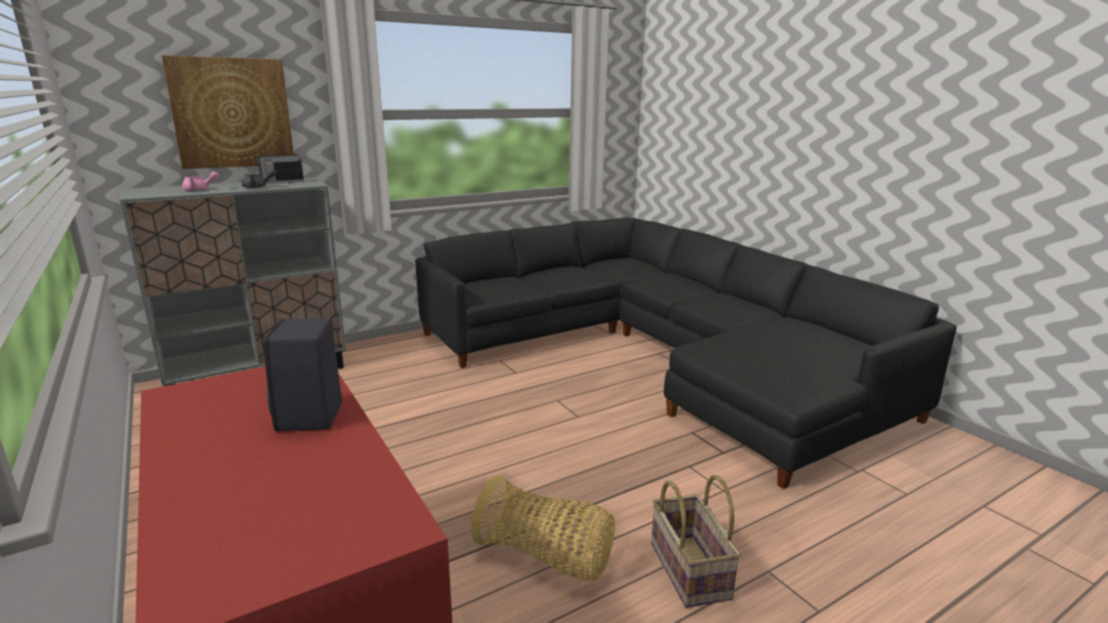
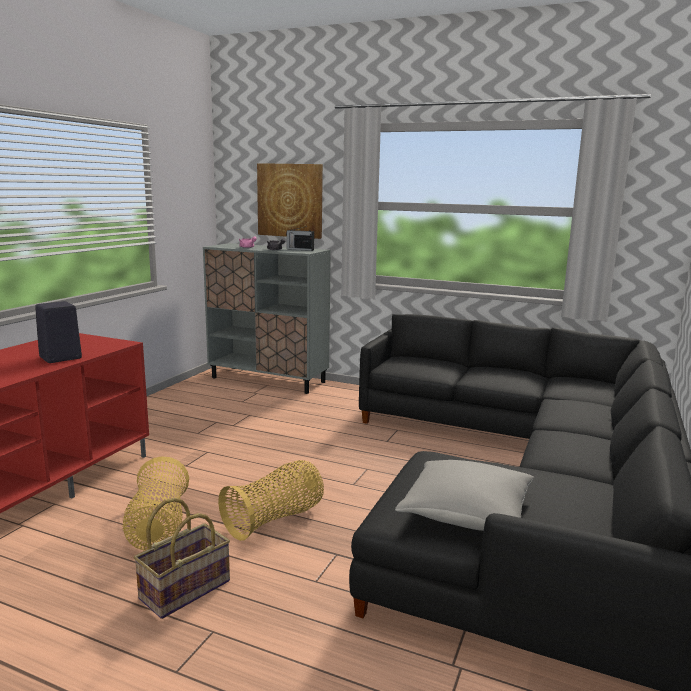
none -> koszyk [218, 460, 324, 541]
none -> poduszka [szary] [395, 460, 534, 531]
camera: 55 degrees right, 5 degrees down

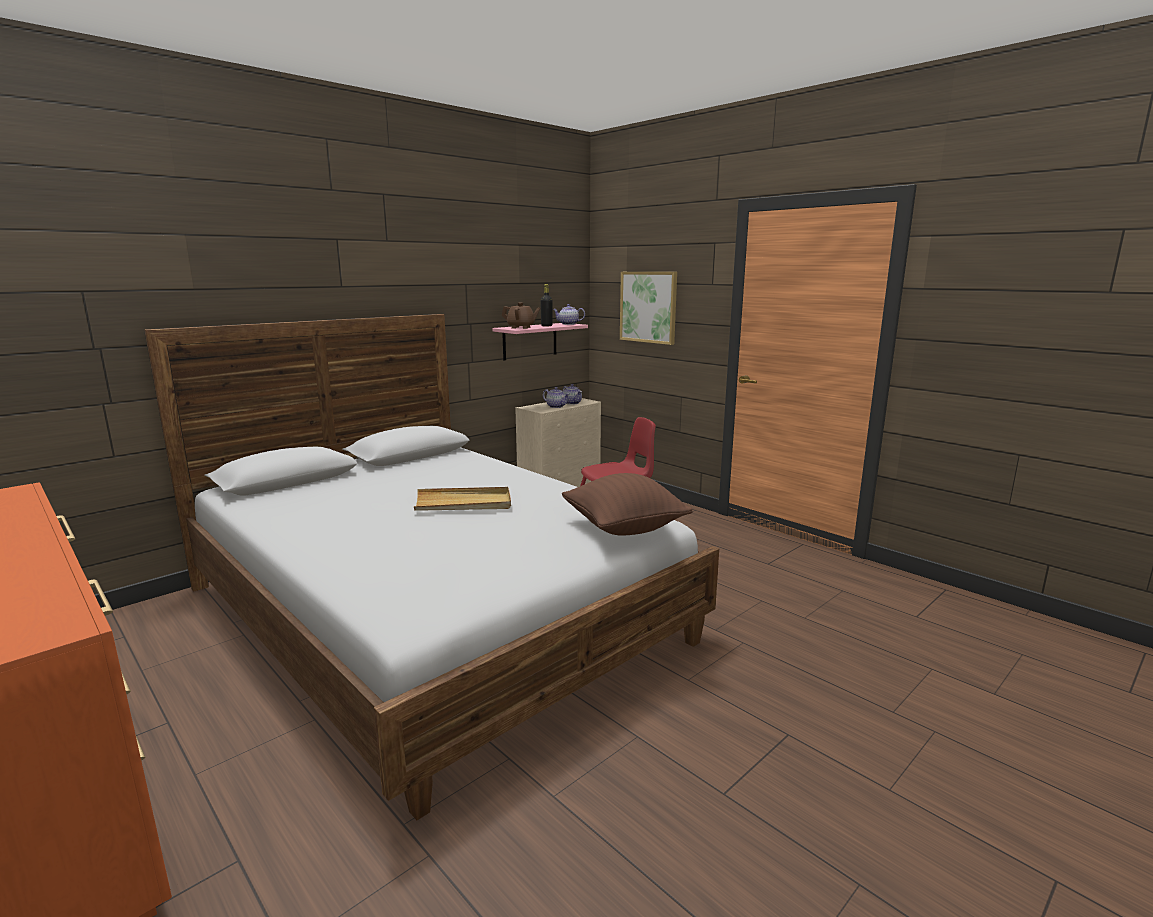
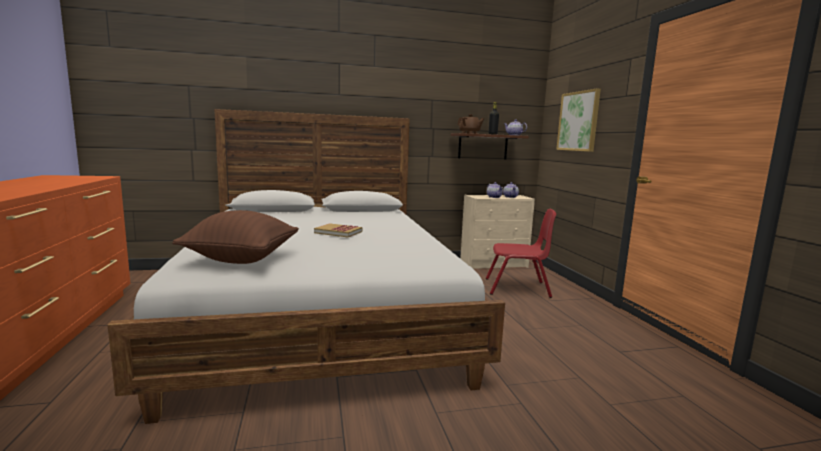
poduszka [brązowy] [562, 473, 692, 536] -> poduszka [brązowy] [172, 210, 299, 264], shifted
taca [beżowy] [414, 487, 511, 511] -> książka [314, 223, 362, 237]
półka [różowy] [492, 323, 588, 360] -> półka [brązowy] [451, 133, 529, 160]
camera: 30 degrees right, 5 degrees down

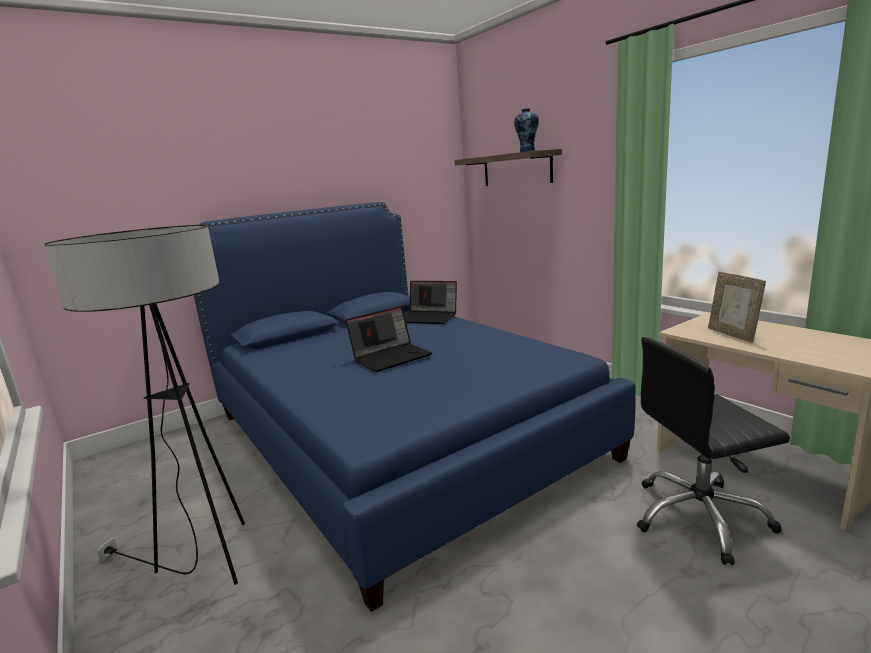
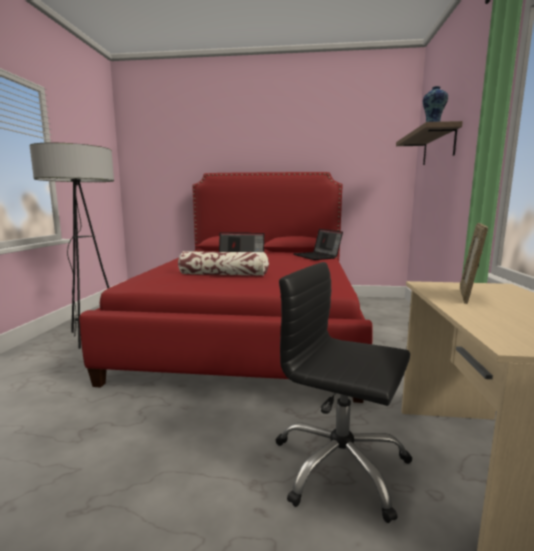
łóżko [niebieski] [194, 202, 636, 612] -> łóżko [czerwony] [79, 172, 373, 403]
none -> poduszka [178, 251, 269, 276]
camera: 40 degrees right, 5 degrees down

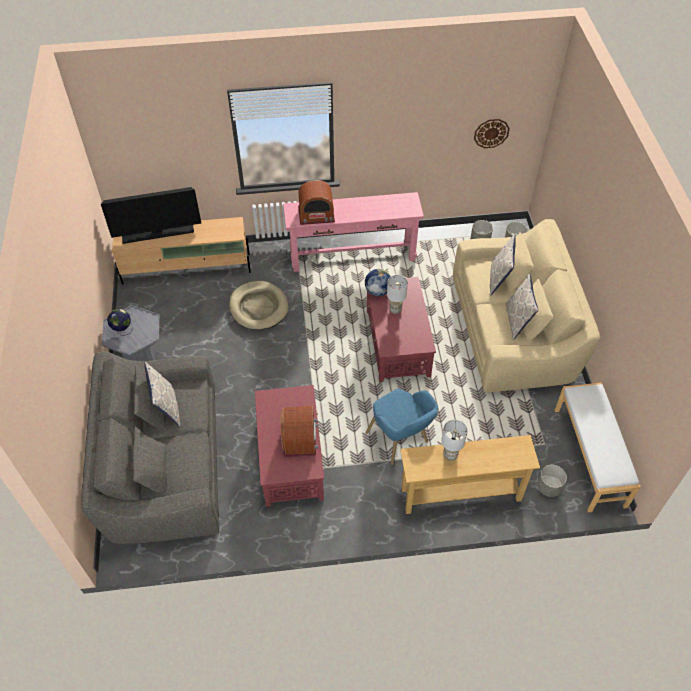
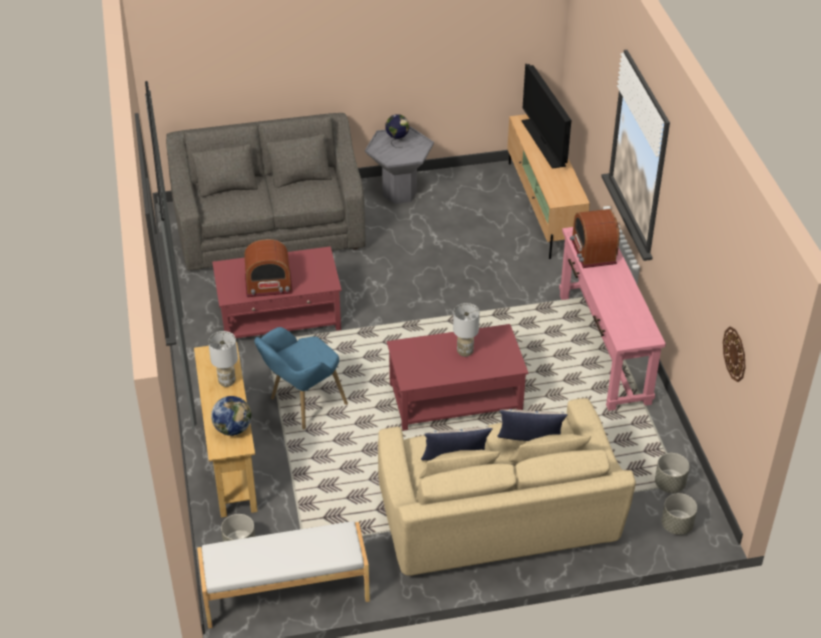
globus [365, 269, 391, 296] -> globus [211, 396, 252, 436], shifted
poduszka [144, 362, 180, 427] -> none
legowisko [beżowy] [229, 281, 289, 330] -> none
camera: 85 degrees right, 10 degrees down

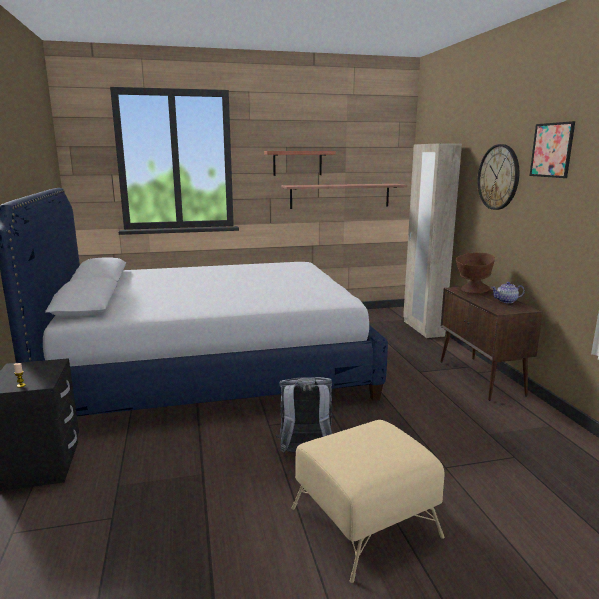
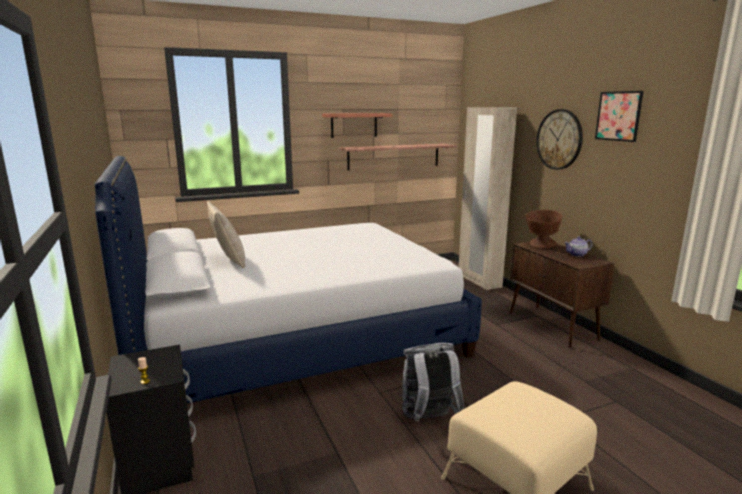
none -> poduszka [beżowy] [207, 201, 245, 268]
camera: 10 degrees left, 0 degrees up

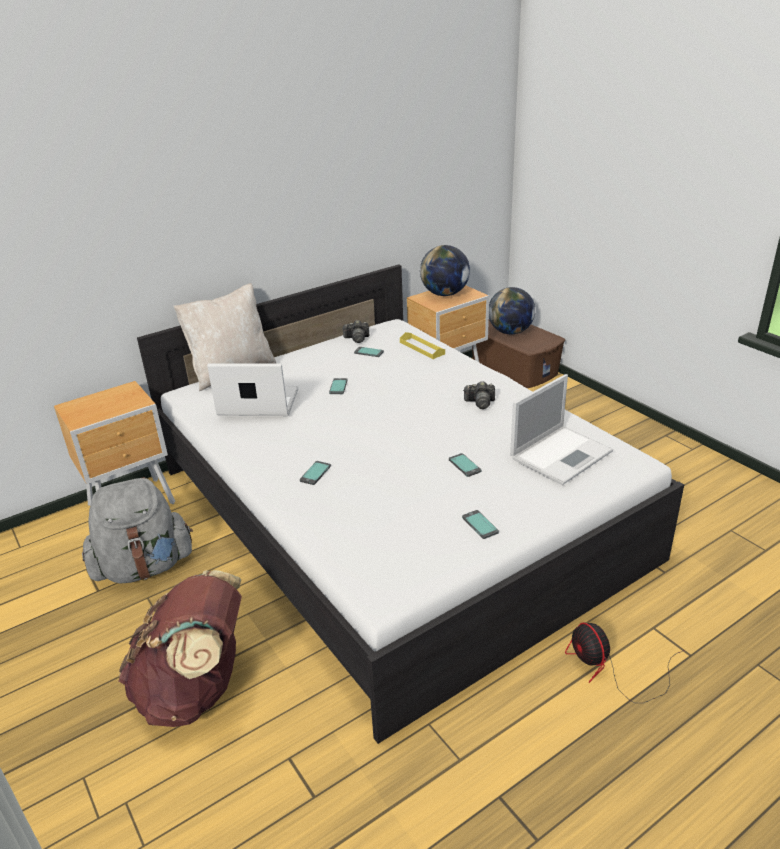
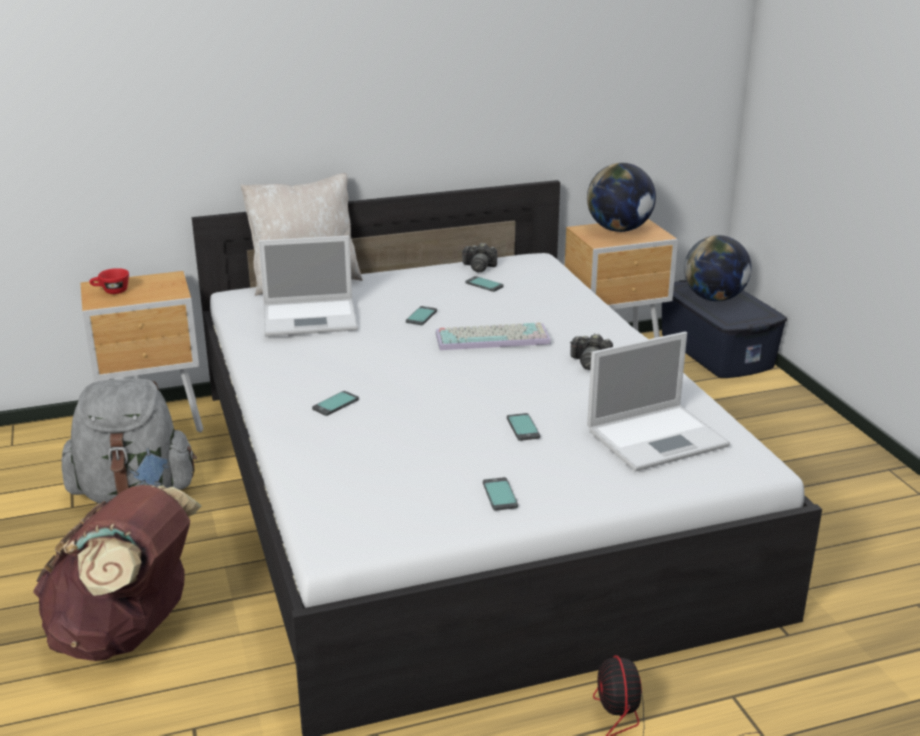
none -> filiżanka [czerwony] [89, 268, 129, 294]
laptop [207, 364, 298, 416] -> laptop [258, 236, 358, 337], 150 degrees clockwise
none -> klawiatura [435, 322, 551, 350]
pojemnik do przechowywania [brązowy] [472, 320, 565, 388] -> pojemnik do przechowywania [niebieski] [662, 280, 787, 378]
taca [żółty] [400, 332, 445, 359] -> none
camera: 15 degrees right, 5 degrees down

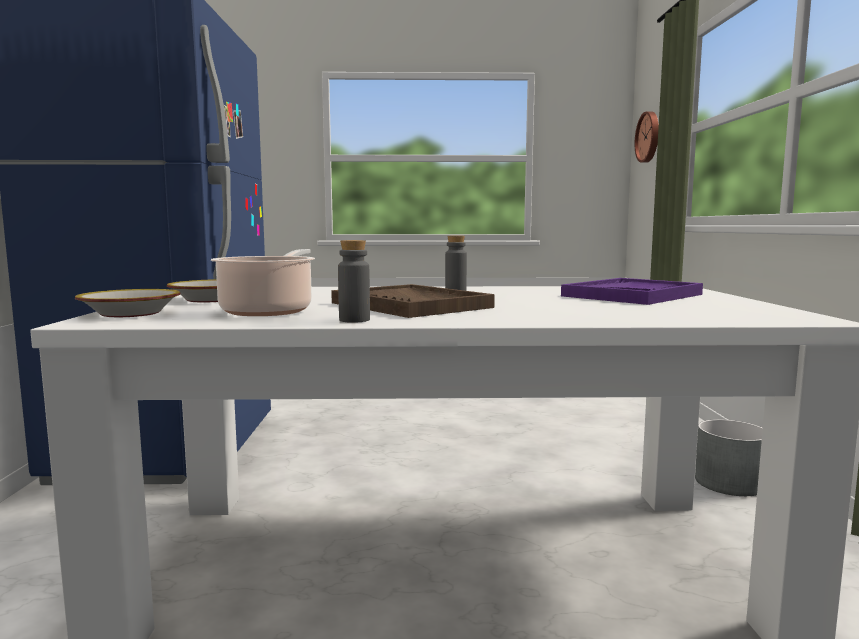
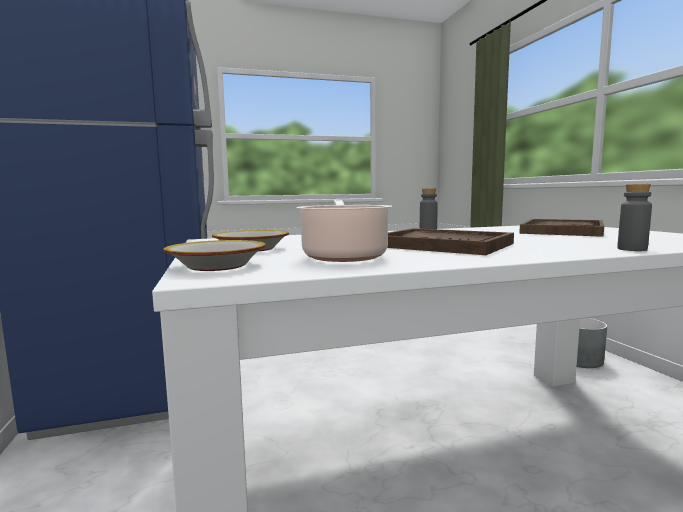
taca [fioletowy] [561, 278, 703, 305] -> taca [brązowy] [519, 219, 604, 237]
butelka [szary] [338, 240, 370, 323] -> butelka [szary] [617, 184, 652, 251], shifted
zegar ścienny [635, 111, 659, 163] -> none
camera: 15 degrees left, 0 degrees up

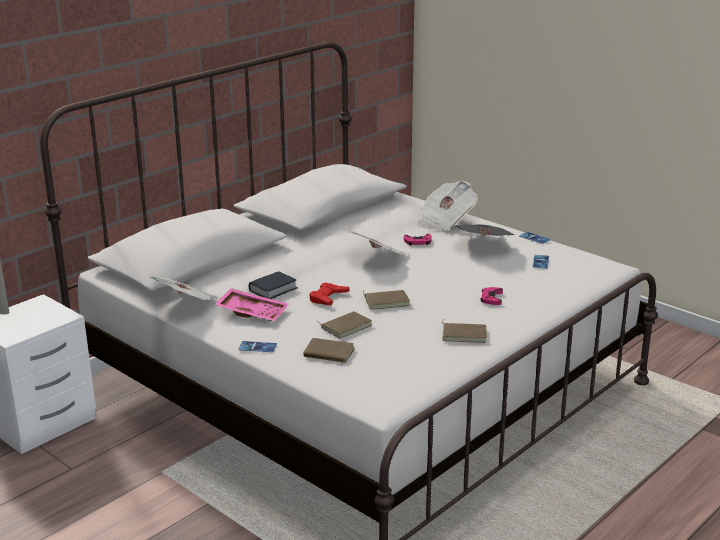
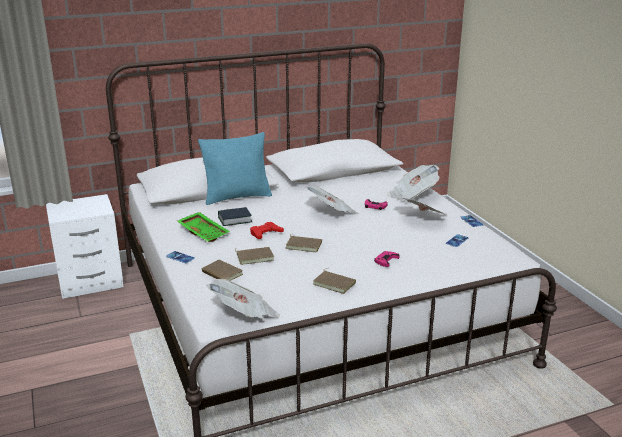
taca [różowy] [215, 288, 288, 322] -> taca [zielony] [177, 212, 230, 242]
none -> poduszka [turkusowy] [198, 132, 272, 205]
gazeta [147, 274, 221, 301] -> gazeta [206, 279, 280, 319], shifted
camera: 25 degrees right, 0 degrees up

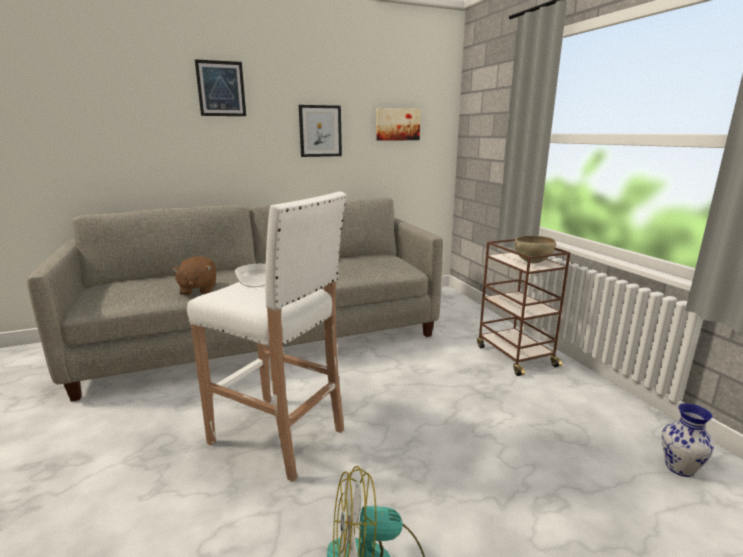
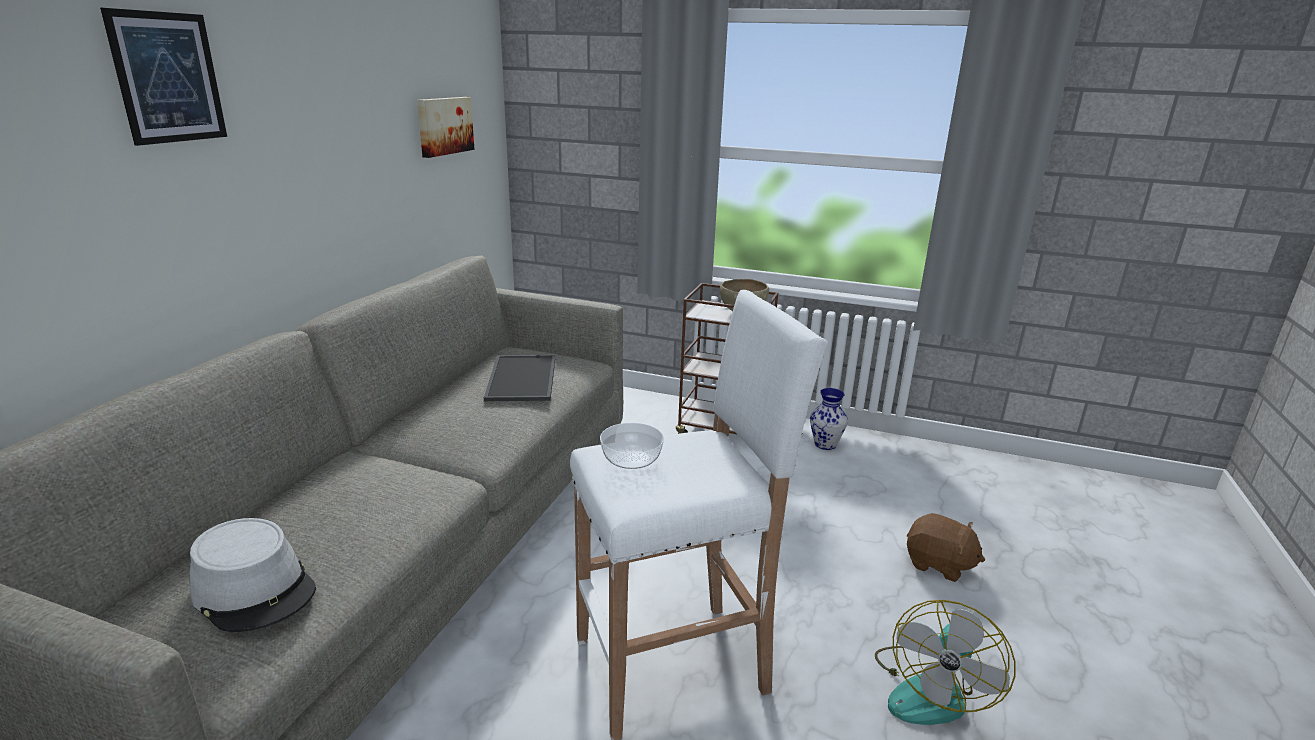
none -> kapelusz [szary] [190, 518, 316, 632]
none -> taca [484, 355, 556, 401]
wazon [662, 403, 714, 477] -> wazon [810, 388, 848, 450], shifted
pluszak [brązowy] [172, 256, 216, 295] -> pluszak [brązowy] [907, 513, 985, 582], shifted
obraz [299, 105, 342, 157] -> none
camera: 50 degrees left, 5 degrees up

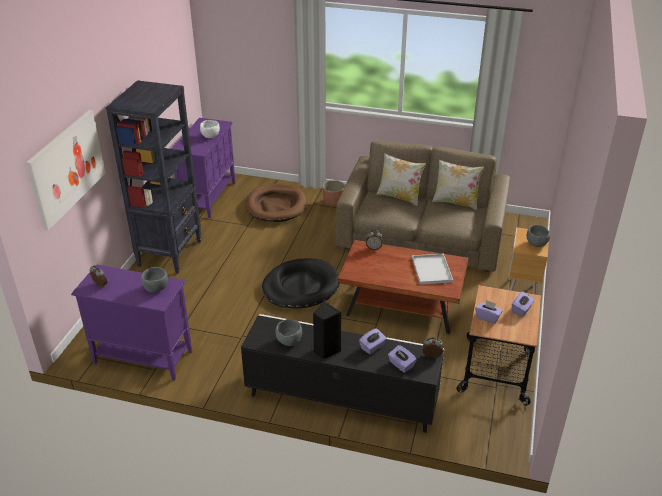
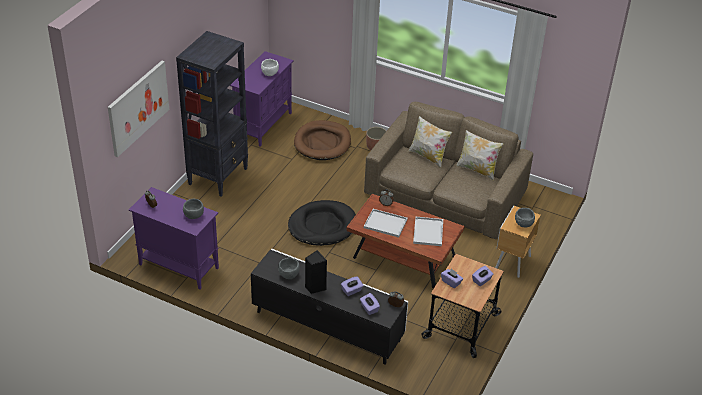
none -> taca [biały] [364, 209, 408, 237]
camera: 10 degrees right, 5 degrees up

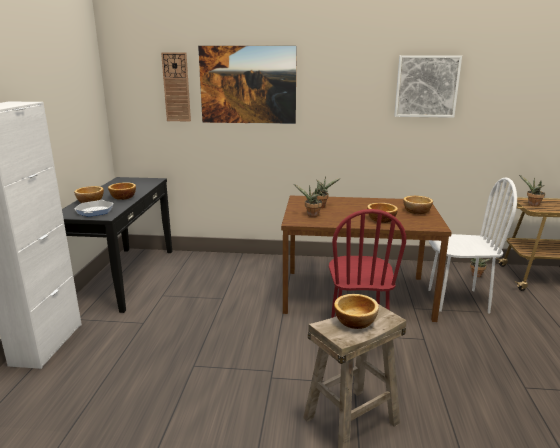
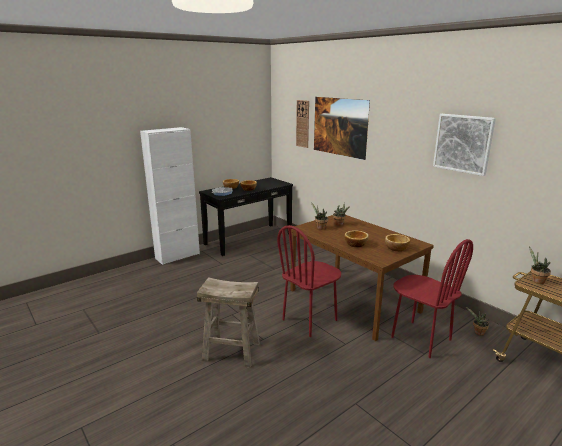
krzesło [biały] [428, 177, 517, 314] -> krzesło [czerwony] [391, 239, 473, 358]
miska [334, 294, 379, 329] -> none
camera: 45 degrees right, 0 degrees up

